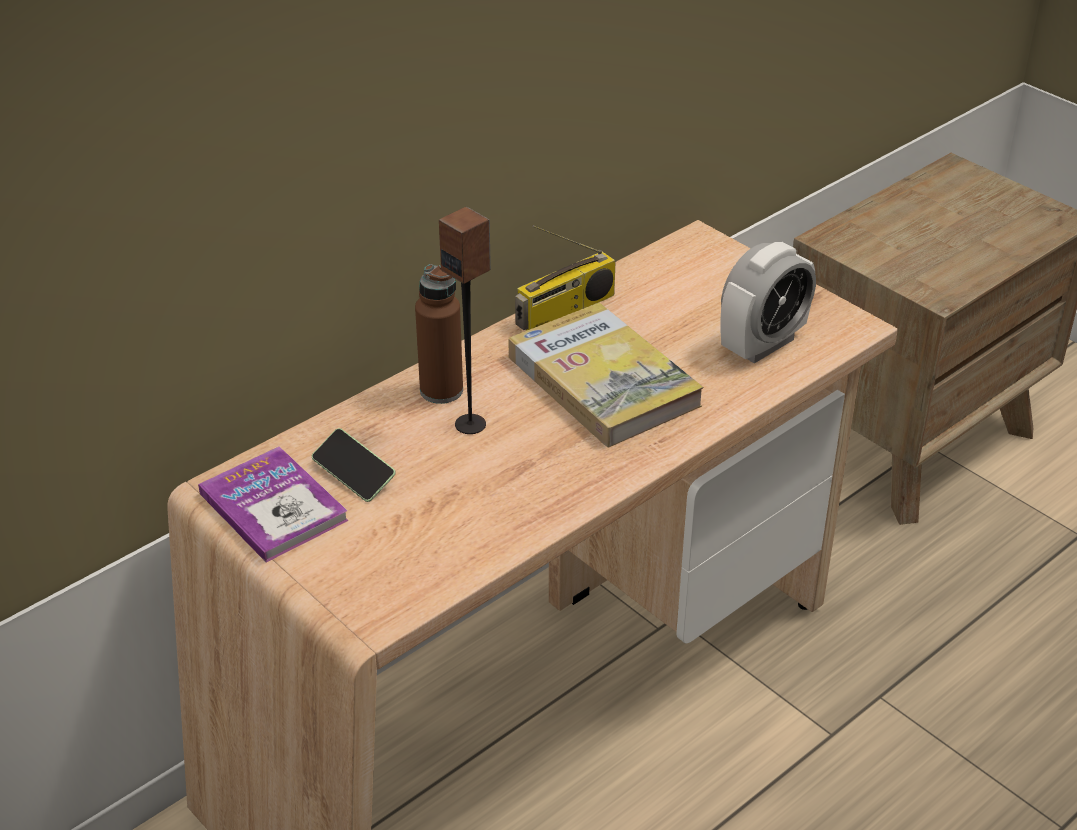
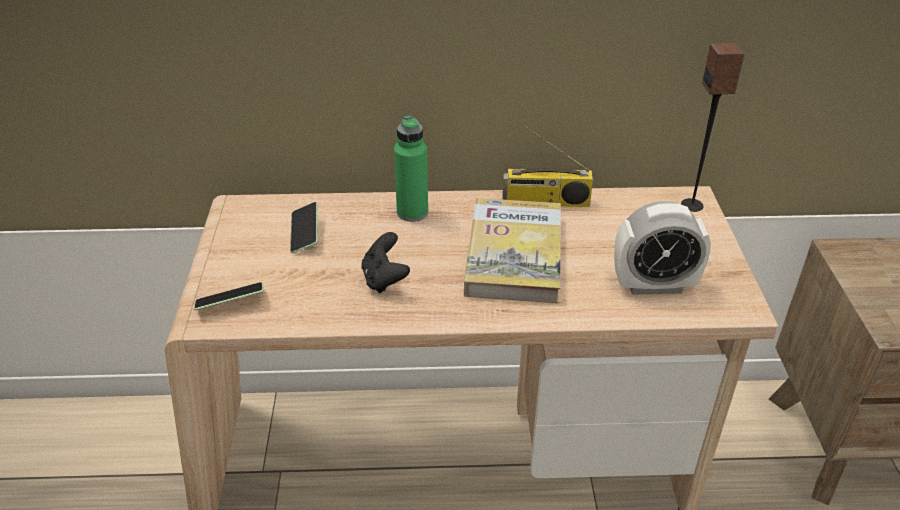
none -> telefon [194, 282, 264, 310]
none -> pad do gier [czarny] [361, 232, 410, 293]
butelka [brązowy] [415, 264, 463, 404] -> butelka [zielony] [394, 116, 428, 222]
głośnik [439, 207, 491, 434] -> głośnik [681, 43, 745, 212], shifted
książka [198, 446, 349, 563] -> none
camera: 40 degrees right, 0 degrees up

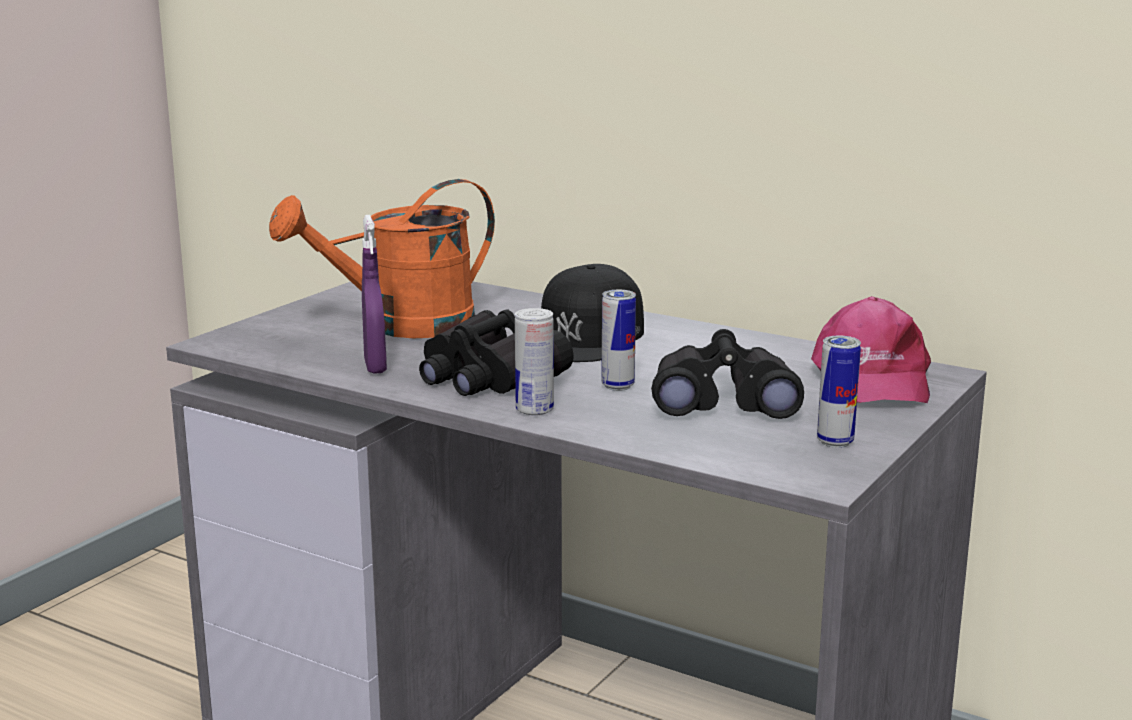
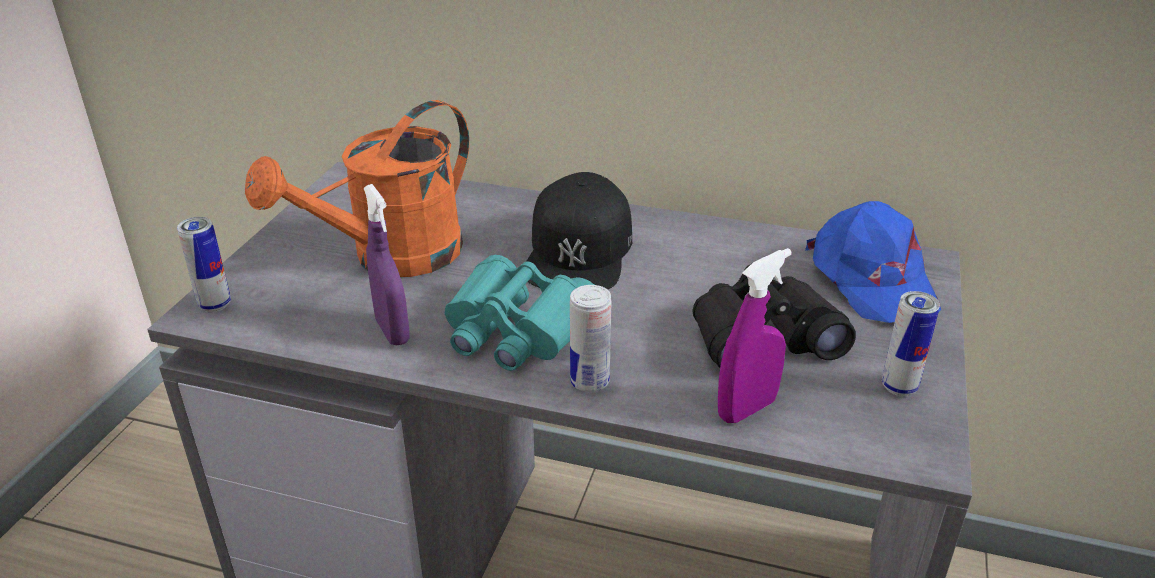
puszka [601, 290, 636, 391] -> puszka [177, 217, 231, 312], shifted
lornetka [czarny] [419, 309, 574, 396] -> lornetka [turkusowy] [445, 255, 594, 371]
none -> spryskiwacz [fioletowy] [718, 248, 792, 423]
czapka z daszkiem [różowy] [811, 296, 931, 403] -> czapka z daszkiem [niebieski] [805, 201, 941, 323]
camera: 15 degrees left, 15 degrees up

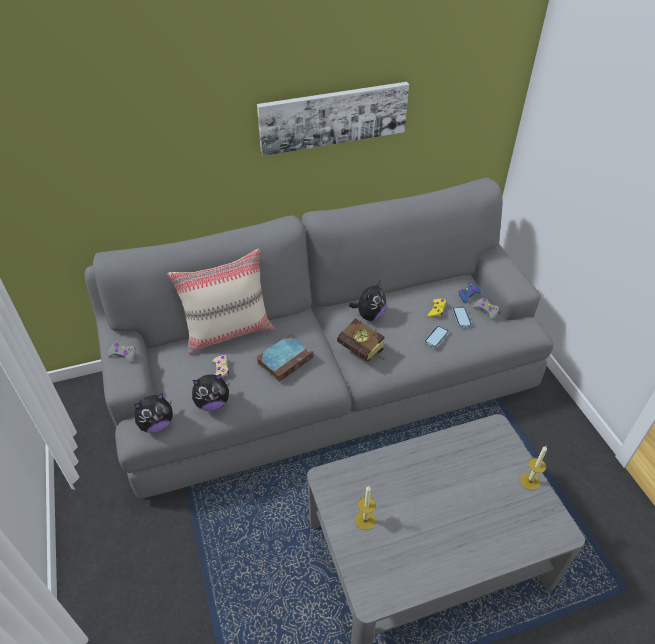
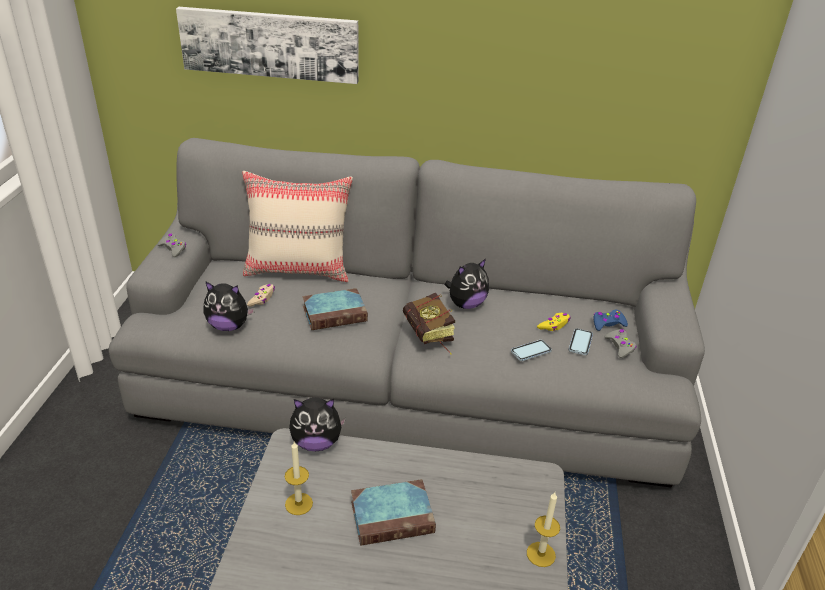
obraz [257, 82, 409, 156] -> obraz [176, 7, 359, 84], shifted
pluszak [134, 393, 173, 433] -> pluszak [289, 397, 346, 452], shifted
none -> książka [351, 479, 436, 546]
camera: 25 degrees right, 10 degrees down

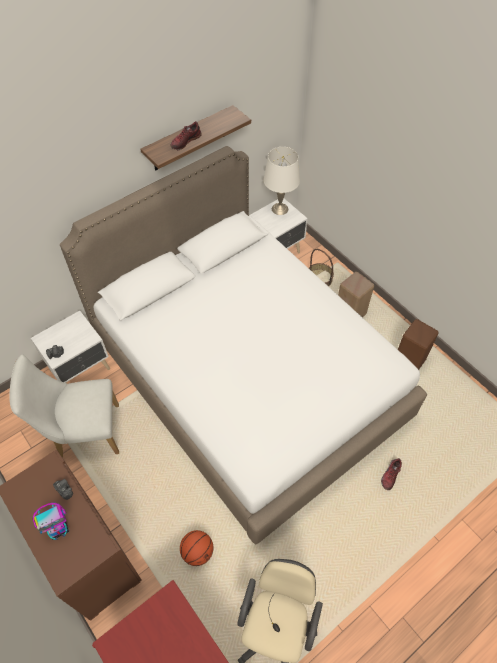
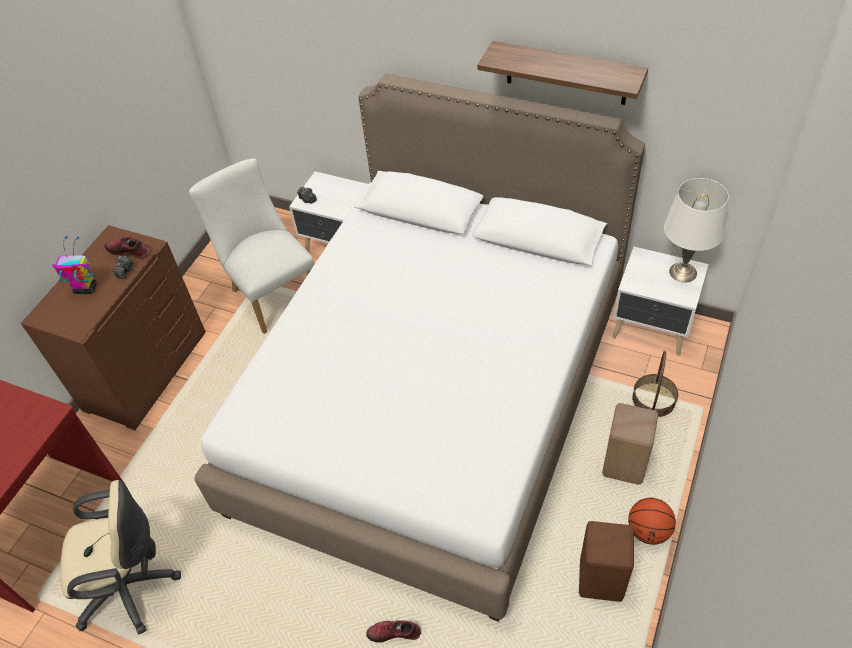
robot zabawkowy [33, 502, 69, 540] -> robot zabawkowy [52, 236, 97, 294], 150 degrees clockwise
but [171, 121, 202, 151] -> but [105, 236, 150, 259], shifted
piłka do koszykówki [180, 530, 213, 566] -> piłka do koszykówki [628, 498, 676, 545], shifted
camera: 65 degrees right, 5 degrees down

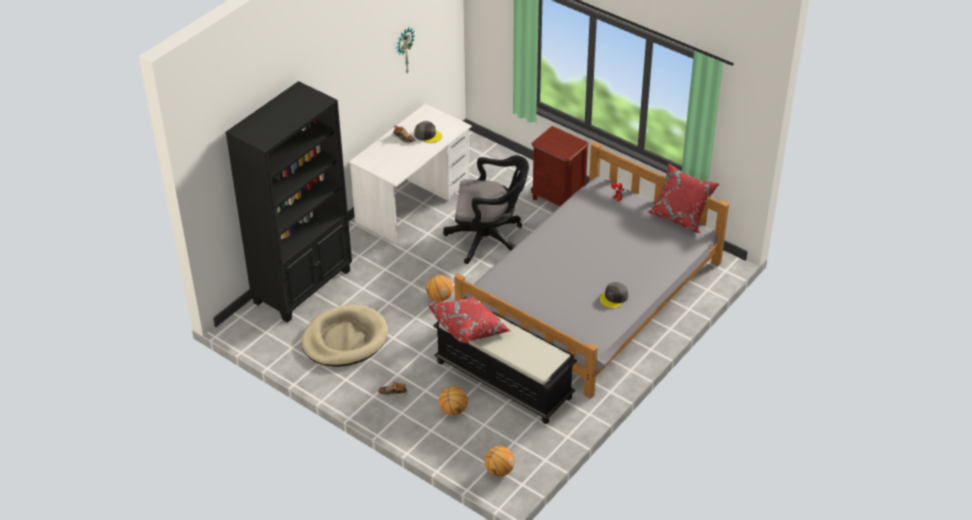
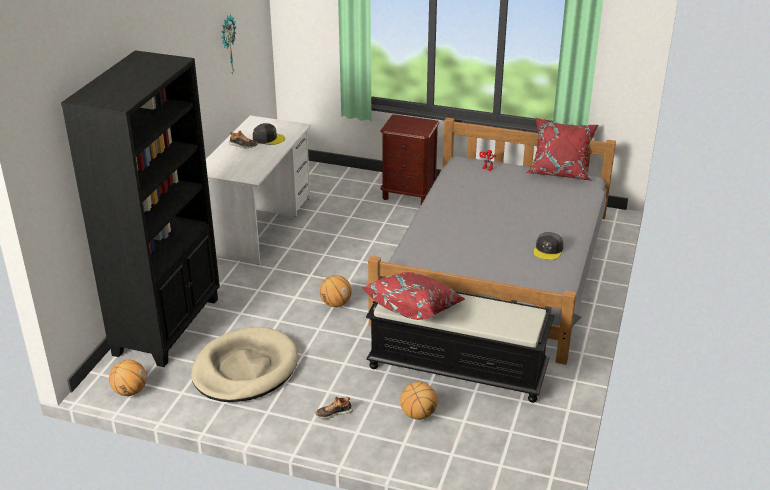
piłka do koszykówki [484, 446, 515, 477] -> piłka do koszykówki [109, 360, 147, 396], shifted
krzesło biurowe [czarny] [443, 155, 529, 264] -> none
camera: 20 degrees left, 10 degrees down

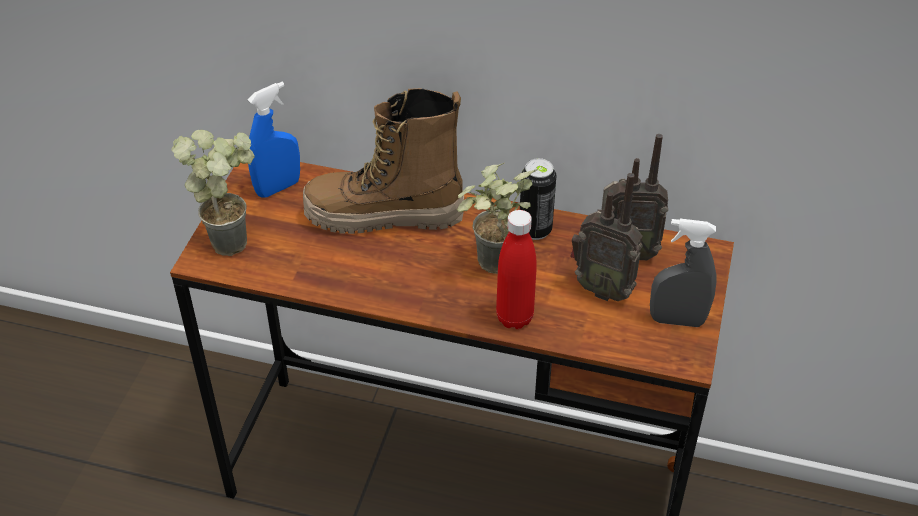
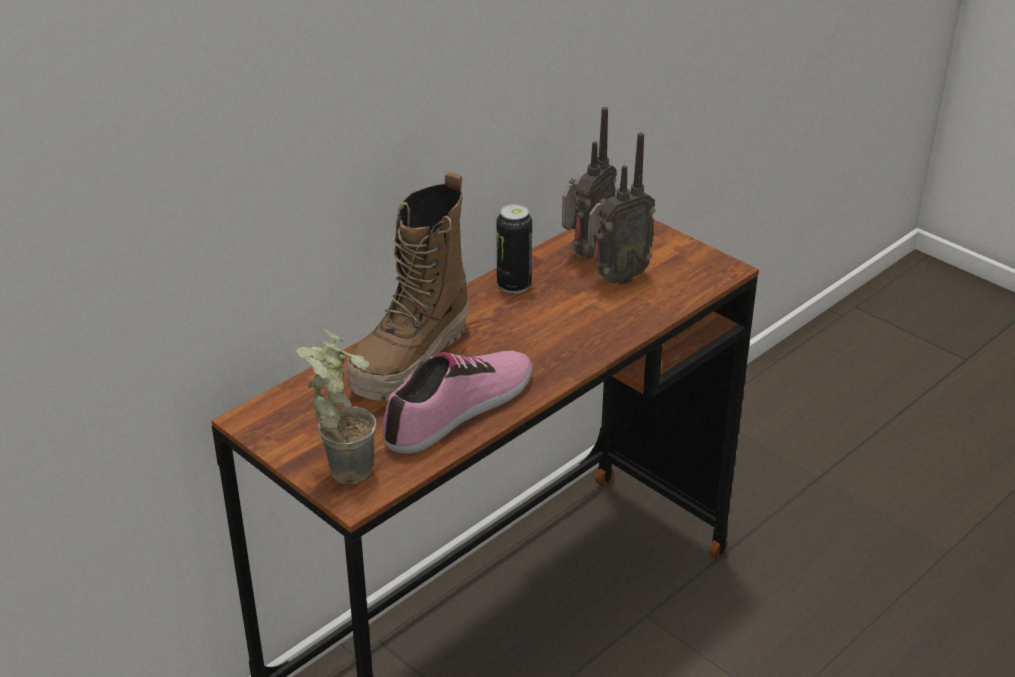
none -> but [383, 350, 532, 454]
spryskiwacz [niebieski] [247, 81, 300, 198] -> none
roślina doniczkowa [457, 163, 537, 274] -> none
butelka [czerwony] [496, 210, 537, 329] -> none
spryskiwacz [szary] [650, 219, 717, 327] -> none
camera: 60 degrees left, 10 degrees down

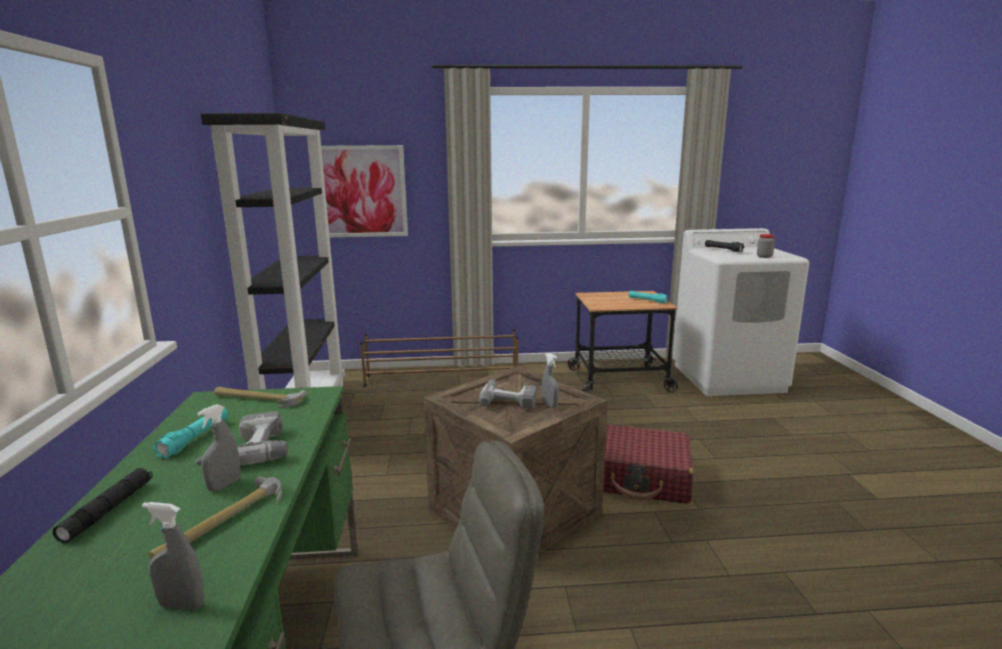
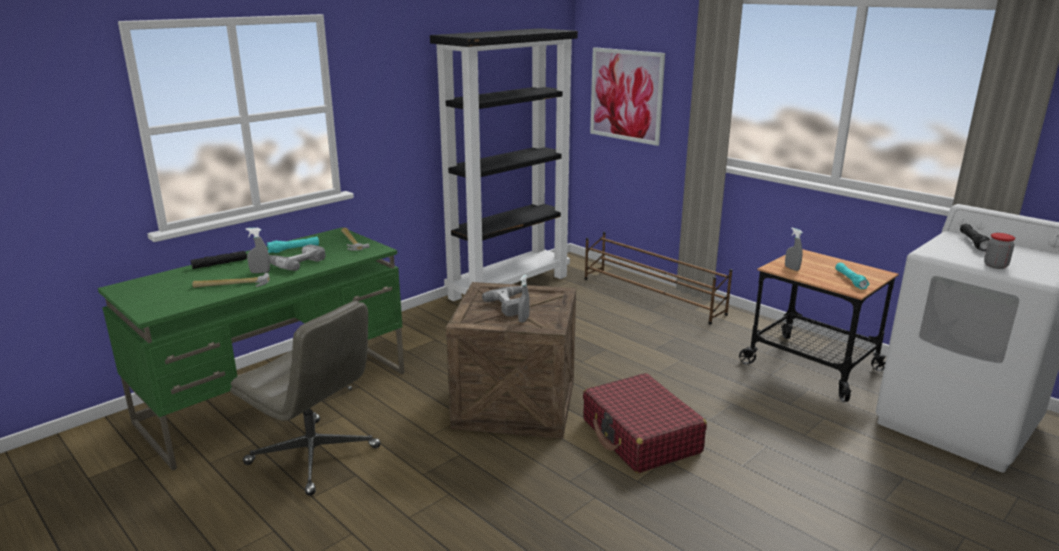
spryskiwacz [szary] [142, 502, 204, 610] -> spryskiwacz [szary] [785, 228, 803, 271], shifted
camera: 50 degrees right, 5 degrees up

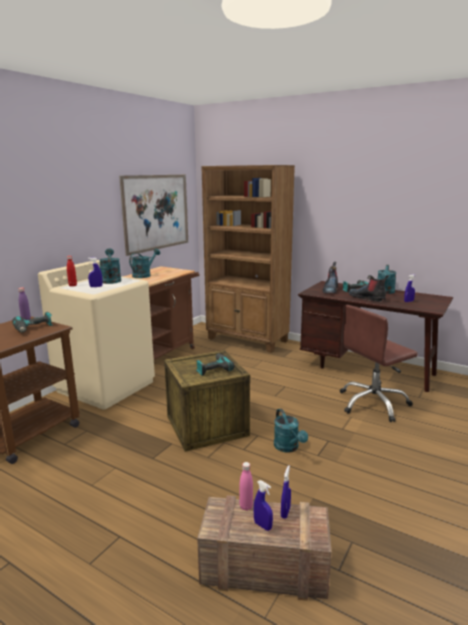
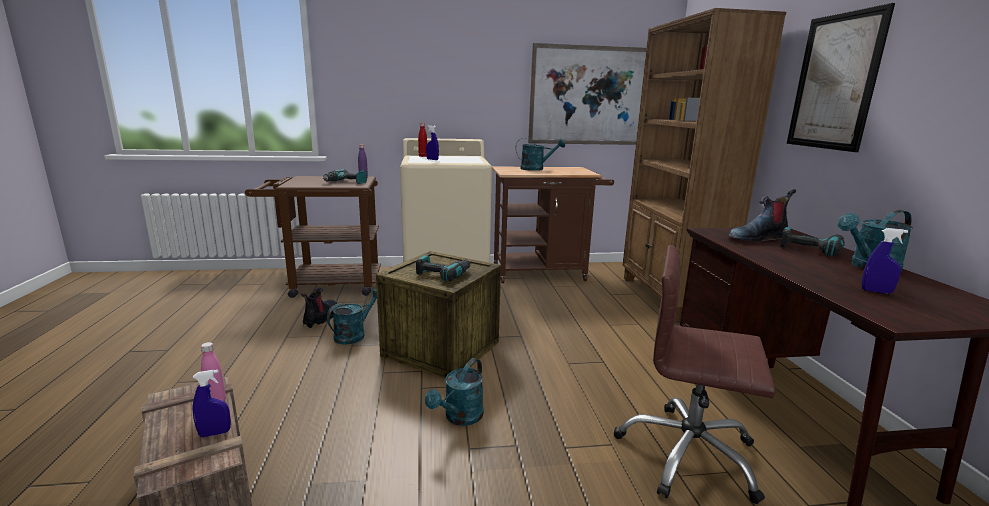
but z cholewką [349, 275, 389, 302] -> but z cholewką [301, 287, 337, 328], shifted
konewka [turkusowy] [99, 248, 121, 284] -> konewka [turkusowy] [327, 289, 377, 345], shifted
none -> obraz [786, 3, 895, 152]
spryskiwacz [niebieski] [253, 480, 273, 531] -> none
camera: 50 degrees right, 0 degrees up

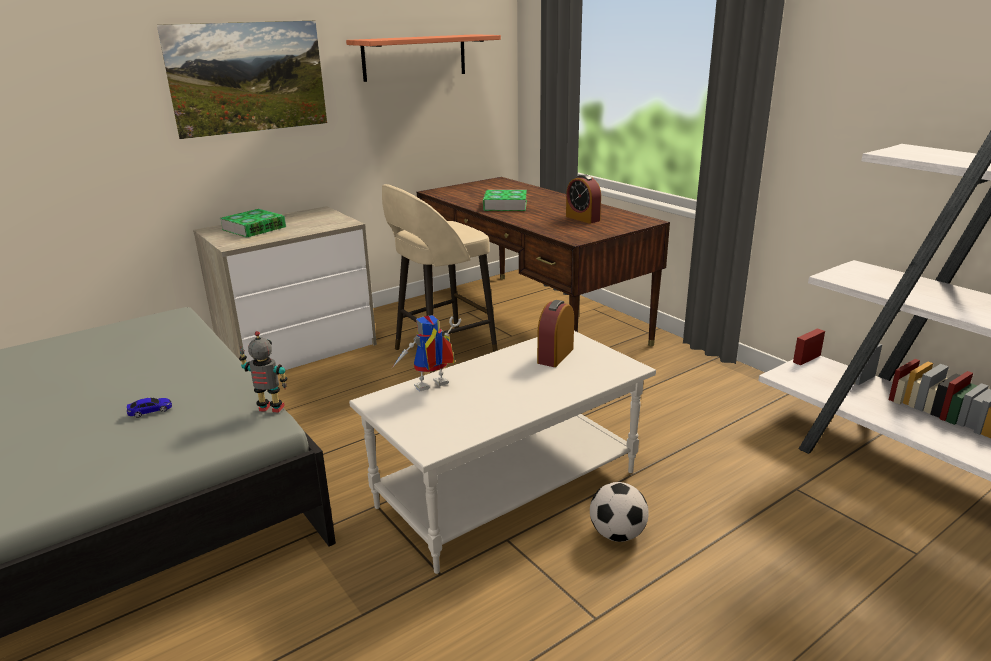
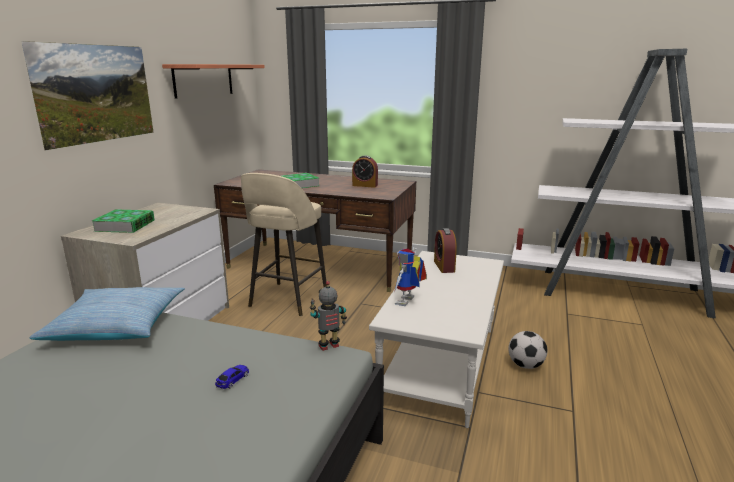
none -> poduszka [30, 287, 185, 341]
camera: 35 degrees left, 5 degrees down

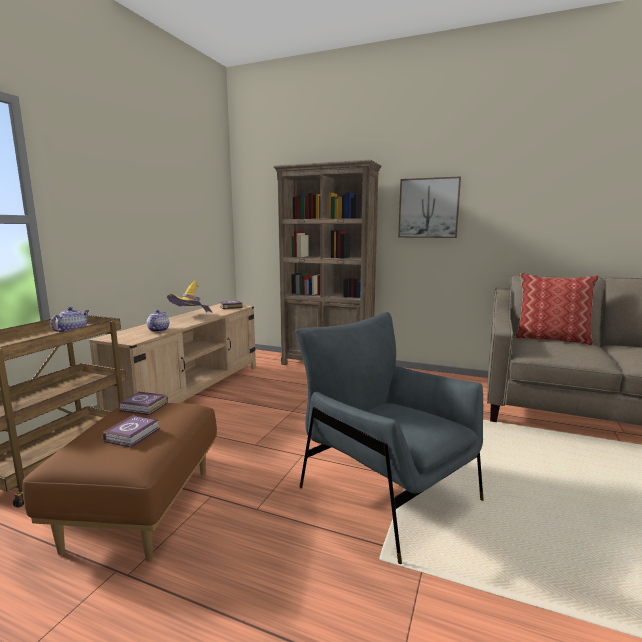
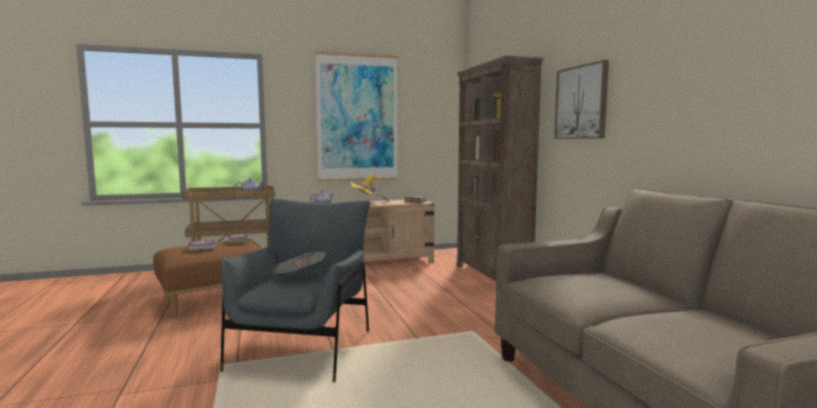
none -> gazeta [272, 251, 326, 274]
none -> obraz [315, 51, 398, 182]
poduszka [514, 273, 599, 345] -> none
camera: 50 degrees right, 5 degrees down

